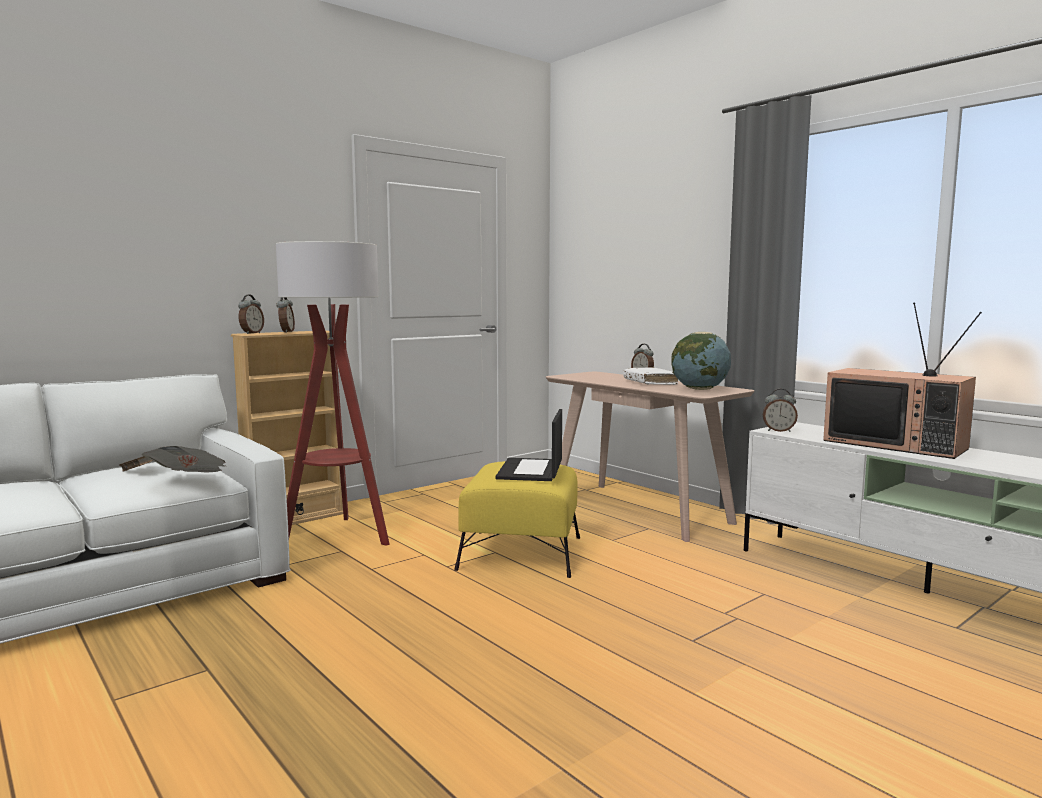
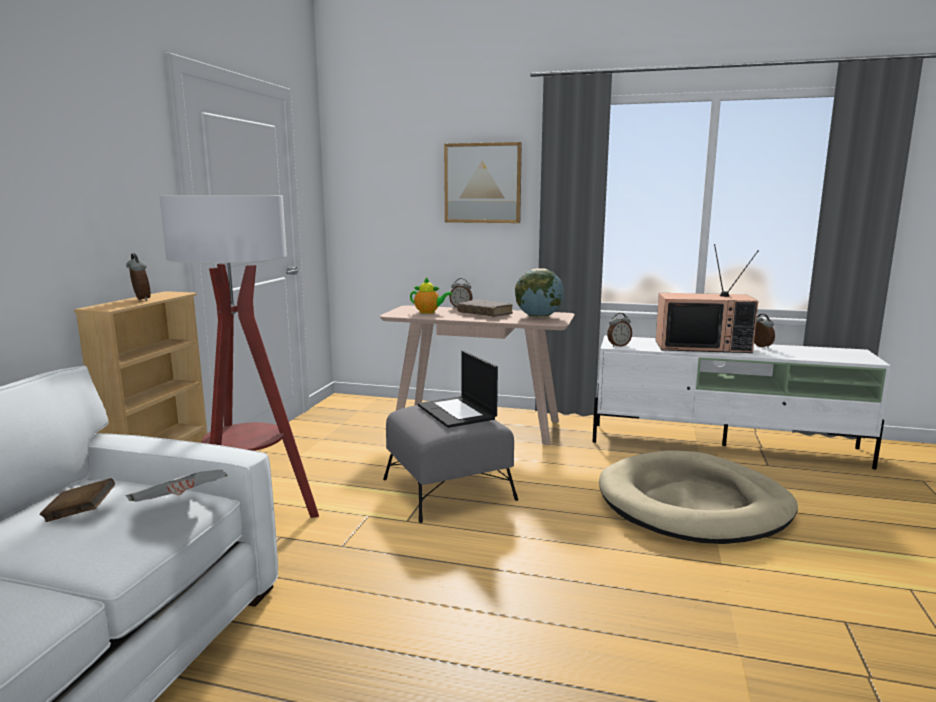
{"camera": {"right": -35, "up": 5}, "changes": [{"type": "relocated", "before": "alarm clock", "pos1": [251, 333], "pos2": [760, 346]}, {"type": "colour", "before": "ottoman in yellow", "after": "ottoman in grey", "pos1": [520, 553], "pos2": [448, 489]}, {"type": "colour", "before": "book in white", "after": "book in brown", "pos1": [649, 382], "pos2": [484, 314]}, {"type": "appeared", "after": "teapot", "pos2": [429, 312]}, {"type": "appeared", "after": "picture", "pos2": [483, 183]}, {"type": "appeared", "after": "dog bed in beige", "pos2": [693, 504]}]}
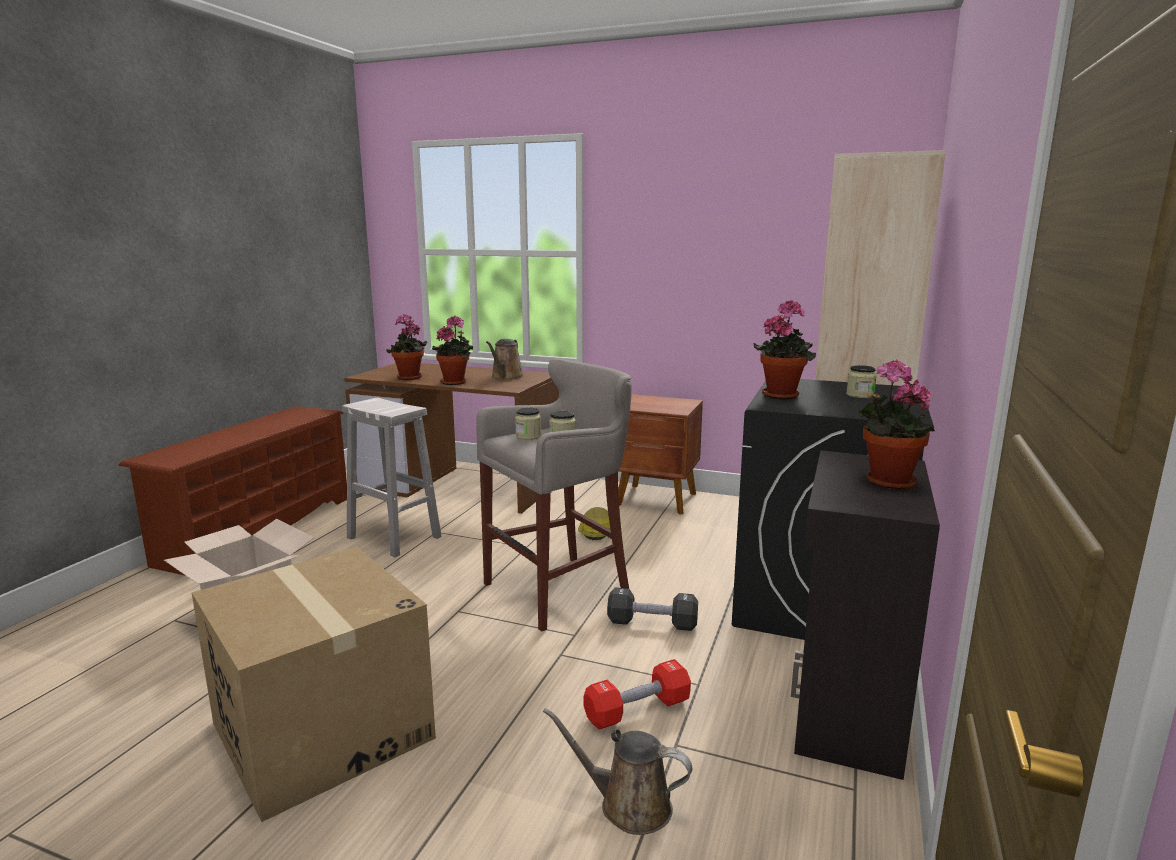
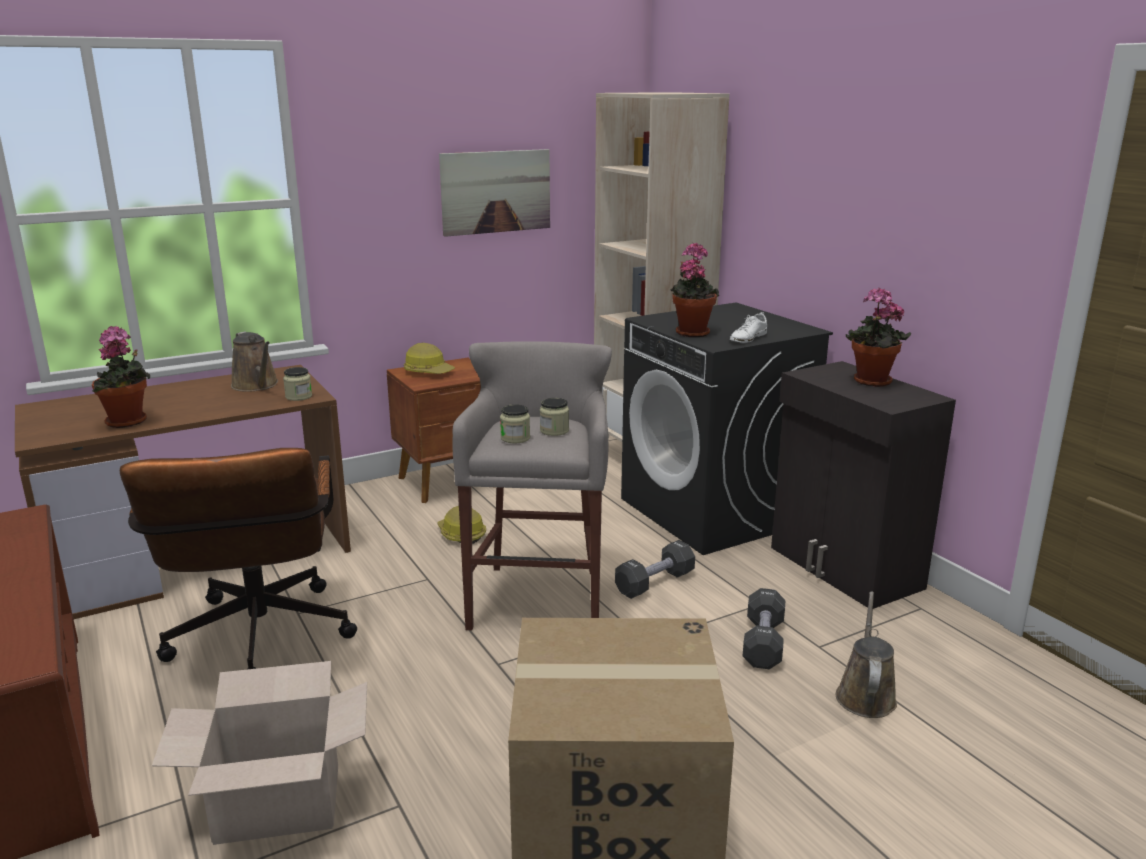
{"camera": {"right": -50, "up": 5}, "changes": [{"type": "exchanged", "before": "stool in white", "after": "office chair in brown", "pos1": [393, 537], "pos2": [259, 644]}, {"type": "missing", "before": "potted plant", "pos1": [455, 382]}, {"type": "spun", "before": "watering can in brown", "pos1": [628, 805], "pos2": [865, 695], "turn": 135}, {"type": "colour", "before": "dumbbell in red", "after": "dumbbell in black", "pos1": [637, 710], "pos2": [763, 643]}, {"type": "relocated", "before": "jar", "pos1": [860, 395], "pos2": [298, 396]}, {"type": "appeared", "after": "hard hat", "pos2": [428, 372]}, {"type": "appeared", "after": "picture", "pos2": [496, 192]}, {"type": "appeared", "after": "shoe in white", "pos2": [748, 338]}]}
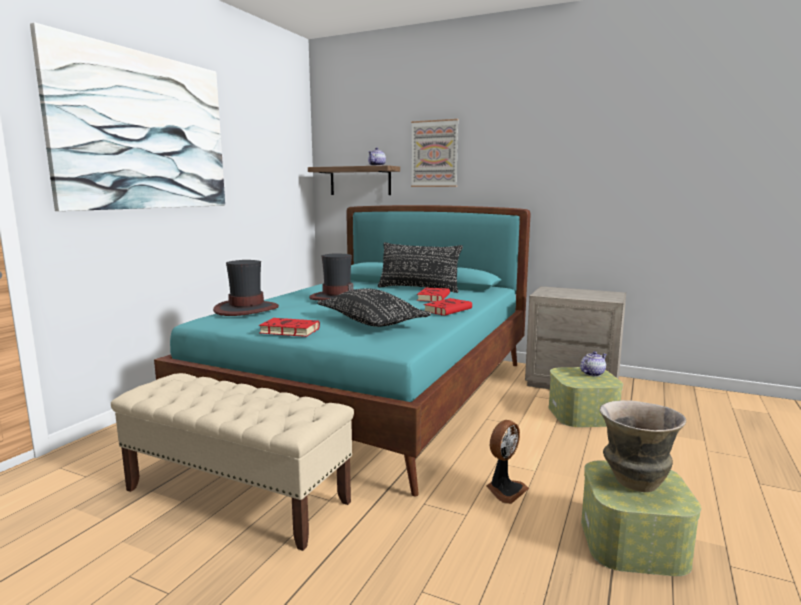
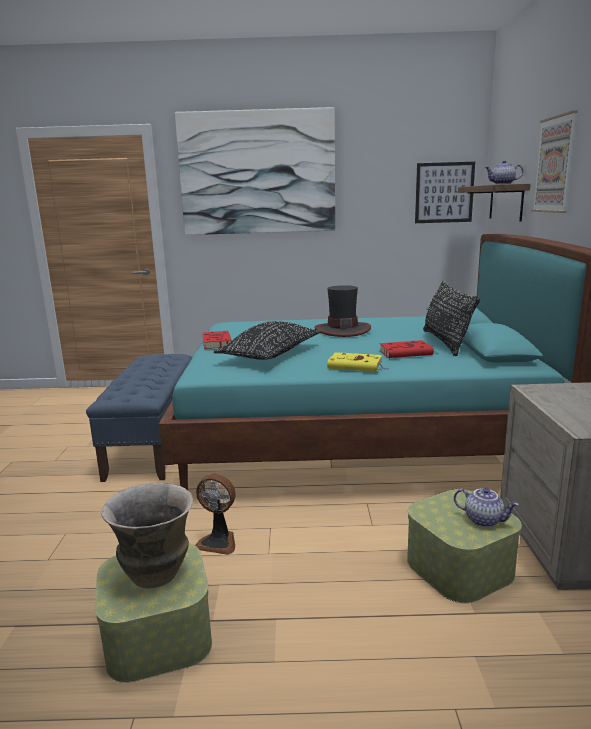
{"camera": {"right": 65, "up": 5}, "changes": [{"type": "colour", "before": "bench in beige", "after": "bench in blue", "pos1": [237, 496], "pos2": [153, 443]}, {"type": "missing", "before": "hat", "pos1": [246, 309]}, {"type": "colour", "before": "book in red", "after": "book in yellow", "pos1": [448, 310], "pos2": [356, 366]}, {"type": "appeared", "after": "picture", "pos2": [444, 192]}]}
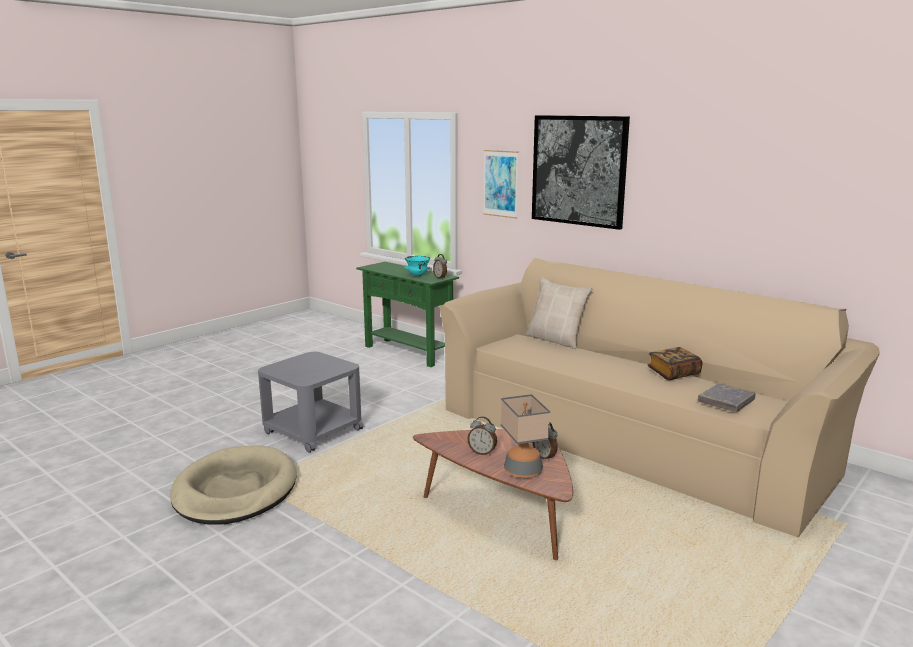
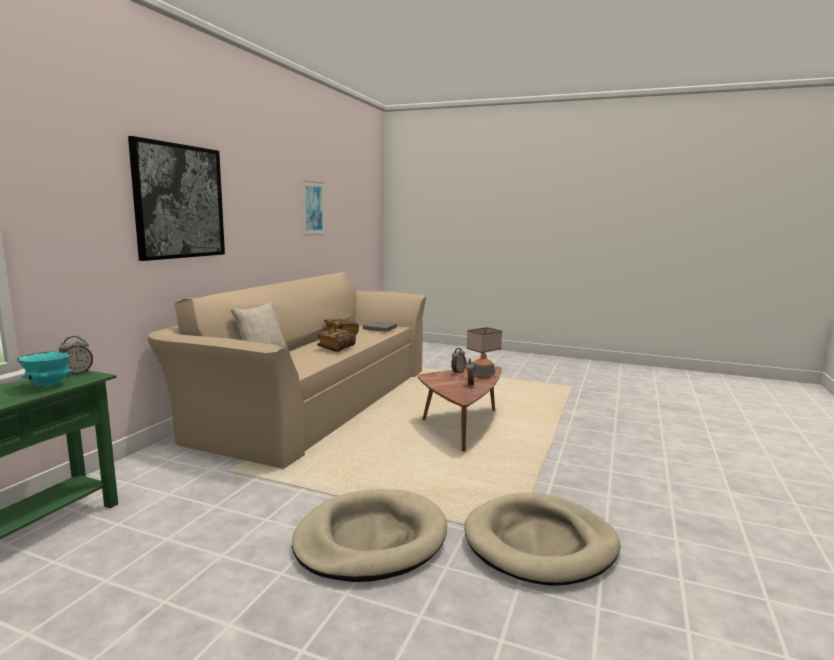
{"camera": {"right": -110, "up": -5}, "changes": [{"type": "exchanged", "before": "side table in grey", "after": "dog bed in beige", "pos1": [312, 430], "pos2": [370, 540]}, {"type": "relocated", "before": "picture", "pos1": [500, 183], "pos2": [313, 208]}, {"type": "appeared", "after": "book", "pos2": [336, 347]}]}
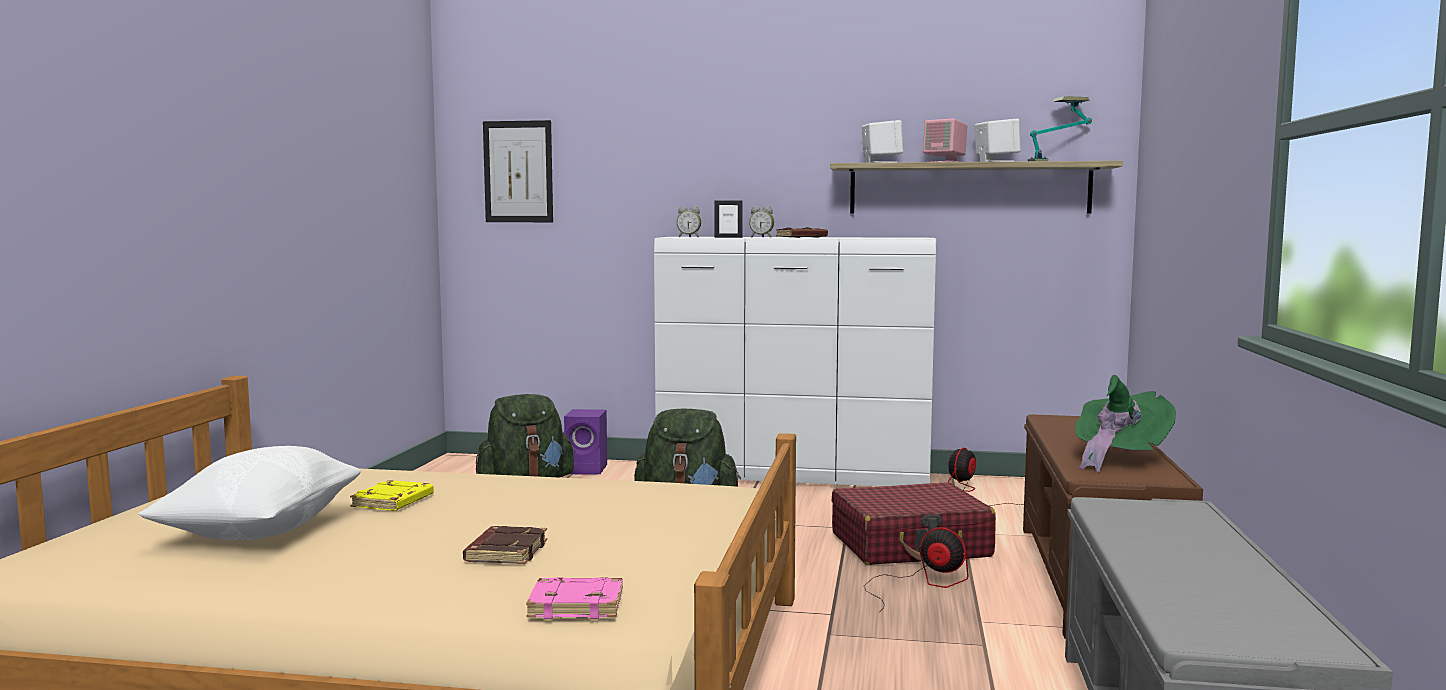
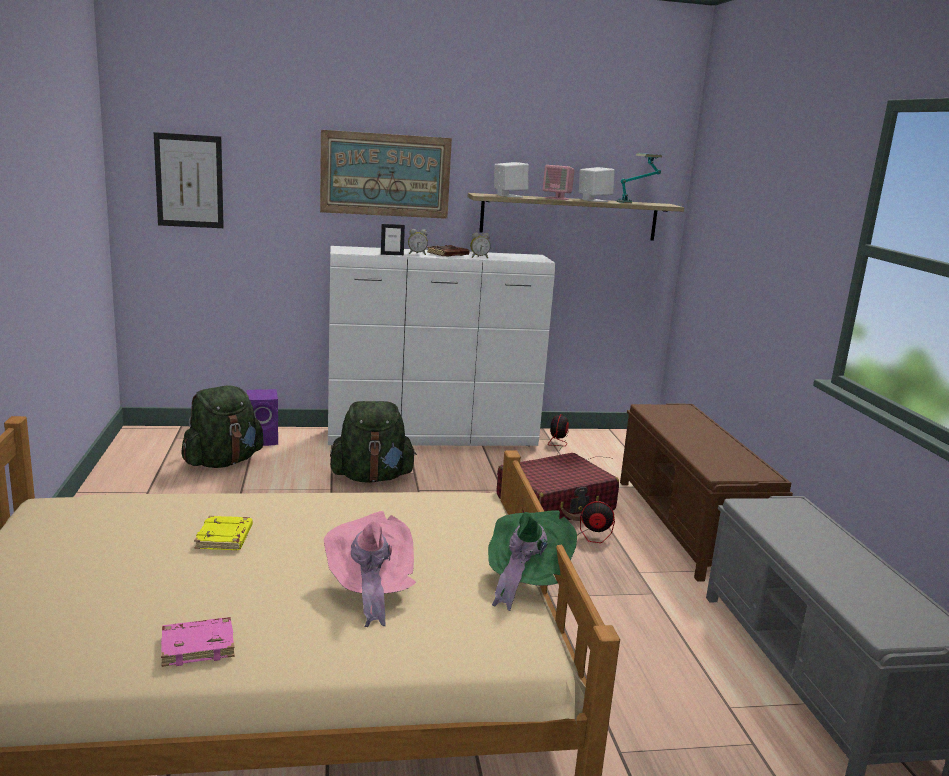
{"camera": {"right": -20, "up": 10}, "changes": [{"type": "missing", "before": "pillow in white", "pos1": [260, 531]}, {"type": "exchanged", "before": "book in brown", "after": "hat in pink", "pos1": [505, 552], "pos2": [370, 590]}, {"type": "relocated", "before": "book in pink", "pos1": [577, 605], "pos2": [198, 646]}, {"type": "relocated", "before": "alarm clock", "pos1": [689, 237], "pos2": [479, 257]}, {"type": "relocated", "before": "hat in green", "pos1": [1117, 459], "pos2": [524, 579]}, {"type": "appeared", "after": "picture", "pos2": [385, 175]}]}
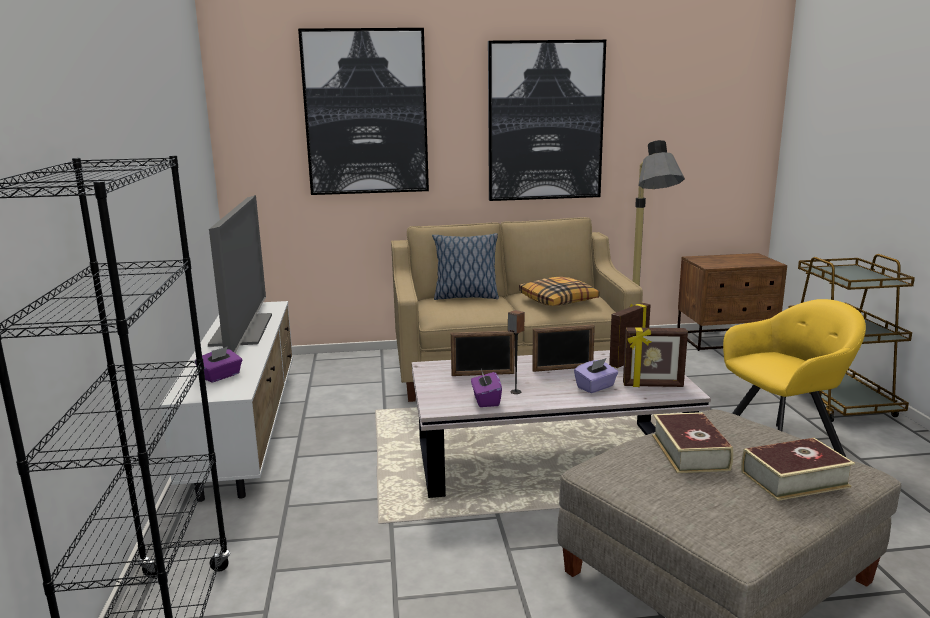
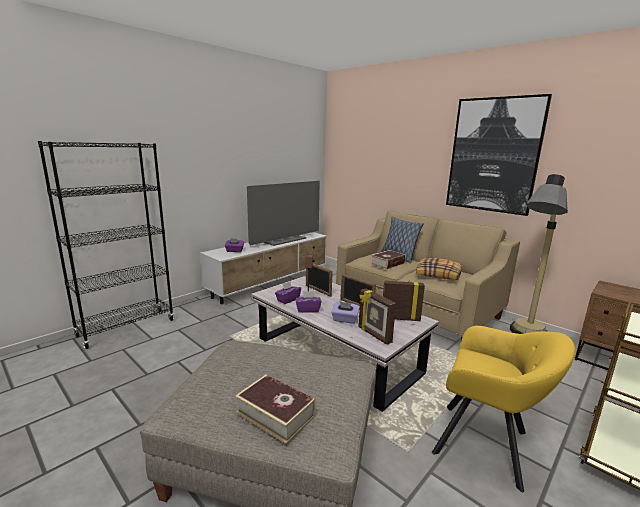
{"camera": {"right": 50, "up": 0}, "changes": [{"type": "missing", "before": "picture", "pos1": [366, 113]}, {"type": "relocated", "before": "book", "pos1": [689, 452], "pos2": [387, 263]}, {"type": "appeared", "after": "tissue box in purple", "pos2": [308, 310]}]}
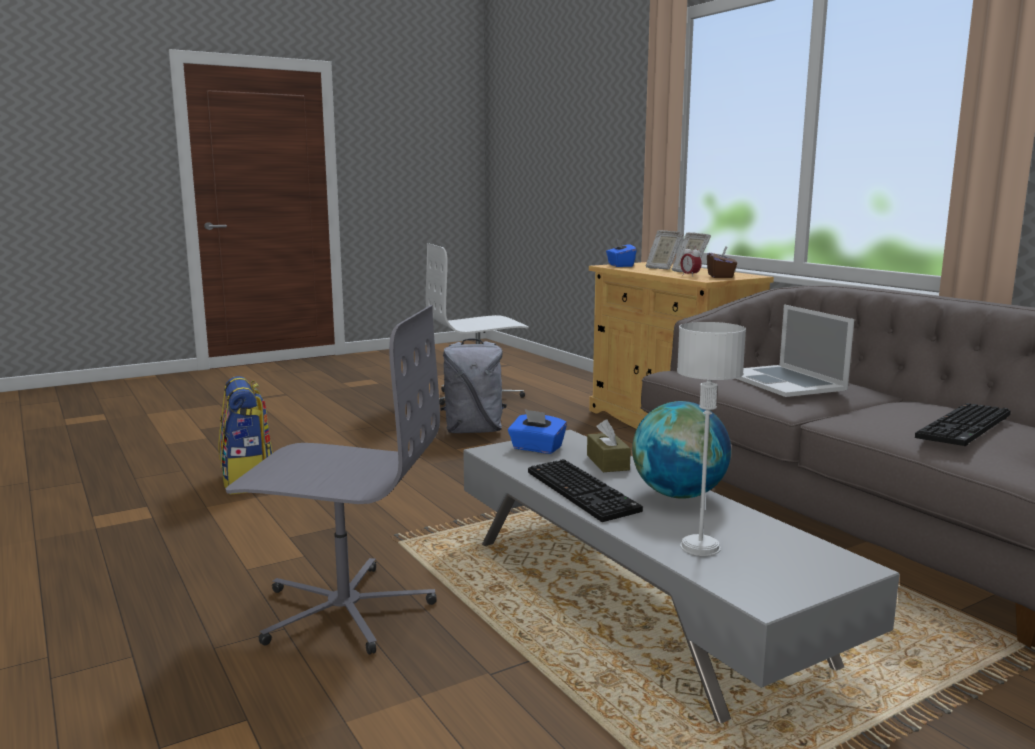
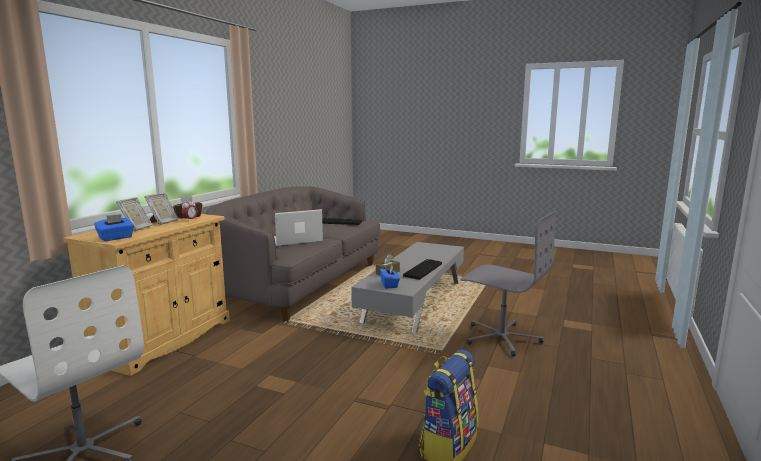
{"camera": {"right": -125, "up": 0}, "changes": [{"type": "spun", "before": "office chair in grey", "pos1": [344, 609], "pos2": [501, 338], "turn": 150}, {"type": "missing", "before": "backpack in grey", "pos1": [474, 430]}, {"type": "missing", "before": "globe", "pos1": [679, 495]}, {"type": "missing", "before": "table lamp in grey", "pos1": [700, 547]}, {"type": "spun", "before": "laptop", "pos1": [784, 381], "pos2": [295, 239], "turn": -150}]}
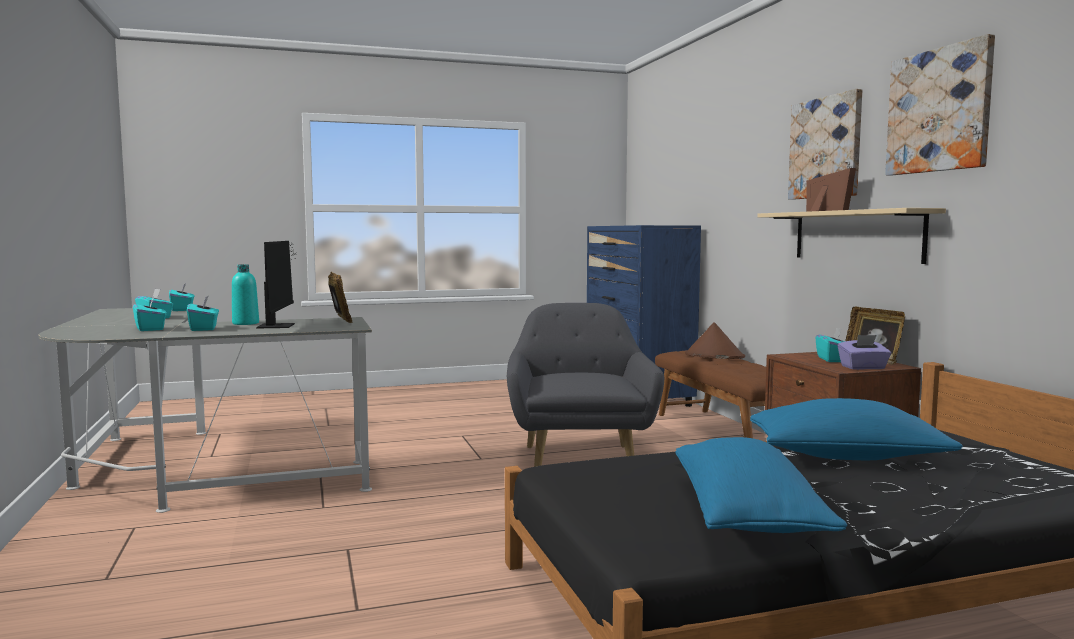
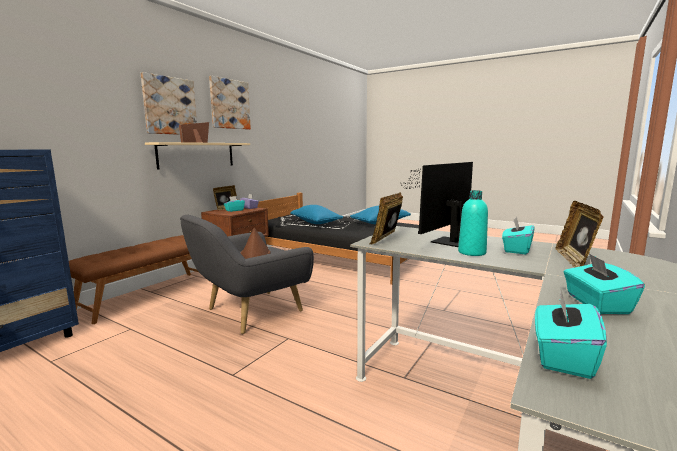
{"camera": {"right": -130, "up": 5}, "changes": [{"type": "exchanged", "before": "tissue box in turquoise", "after": "picture frame", "pos1": [150, 329], "pos2": [574, 260]}, {"type": "relocated", "before": "hat in brown", "pos1": [714, 356], "pos2": [255, 254]}]}
